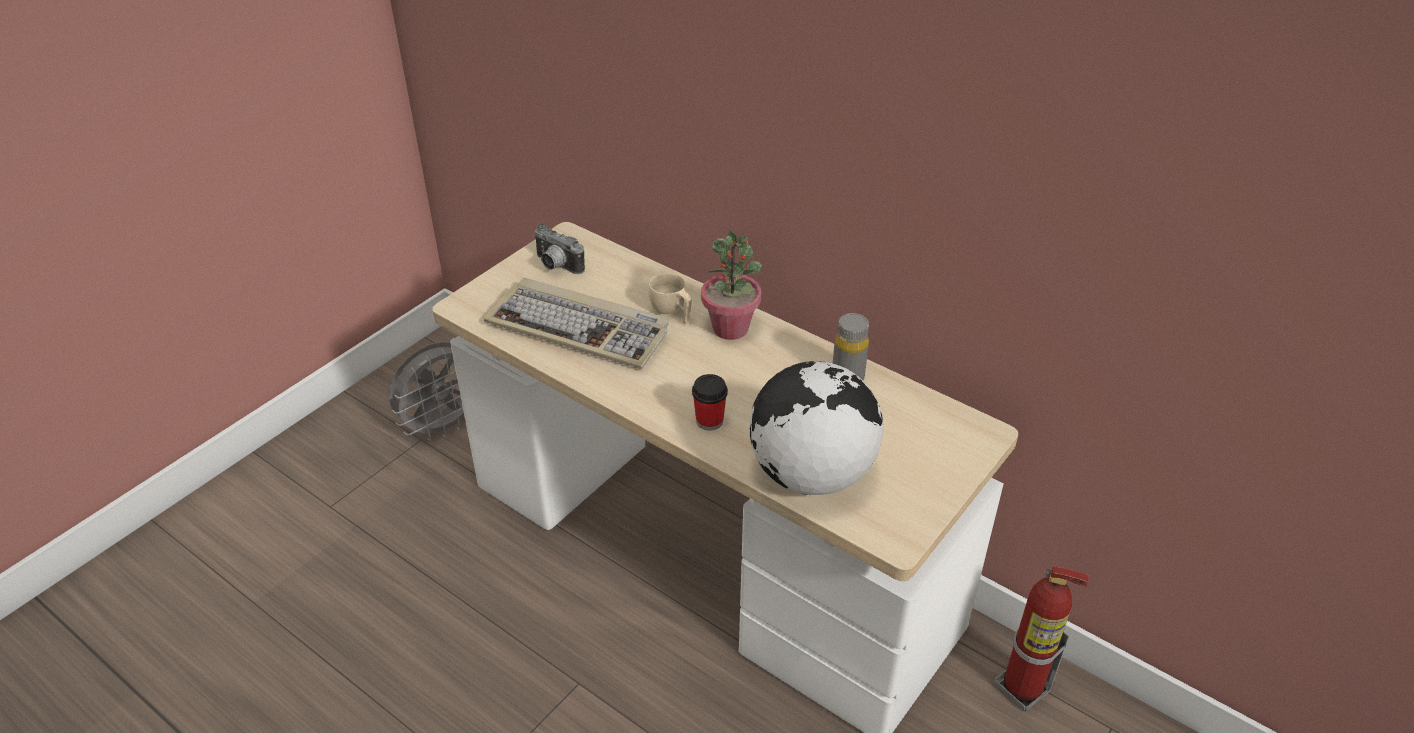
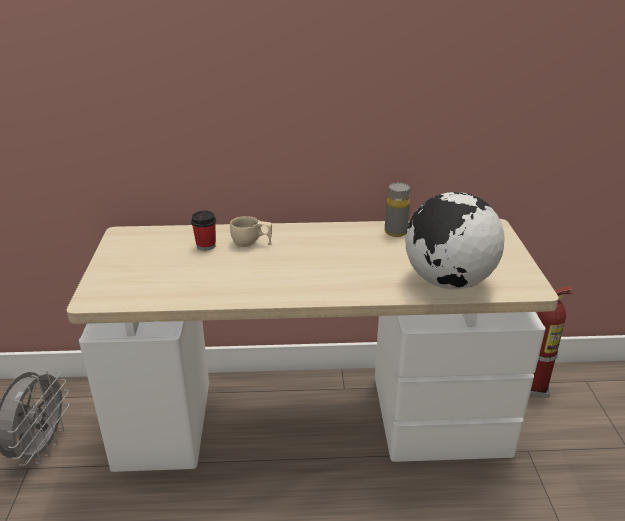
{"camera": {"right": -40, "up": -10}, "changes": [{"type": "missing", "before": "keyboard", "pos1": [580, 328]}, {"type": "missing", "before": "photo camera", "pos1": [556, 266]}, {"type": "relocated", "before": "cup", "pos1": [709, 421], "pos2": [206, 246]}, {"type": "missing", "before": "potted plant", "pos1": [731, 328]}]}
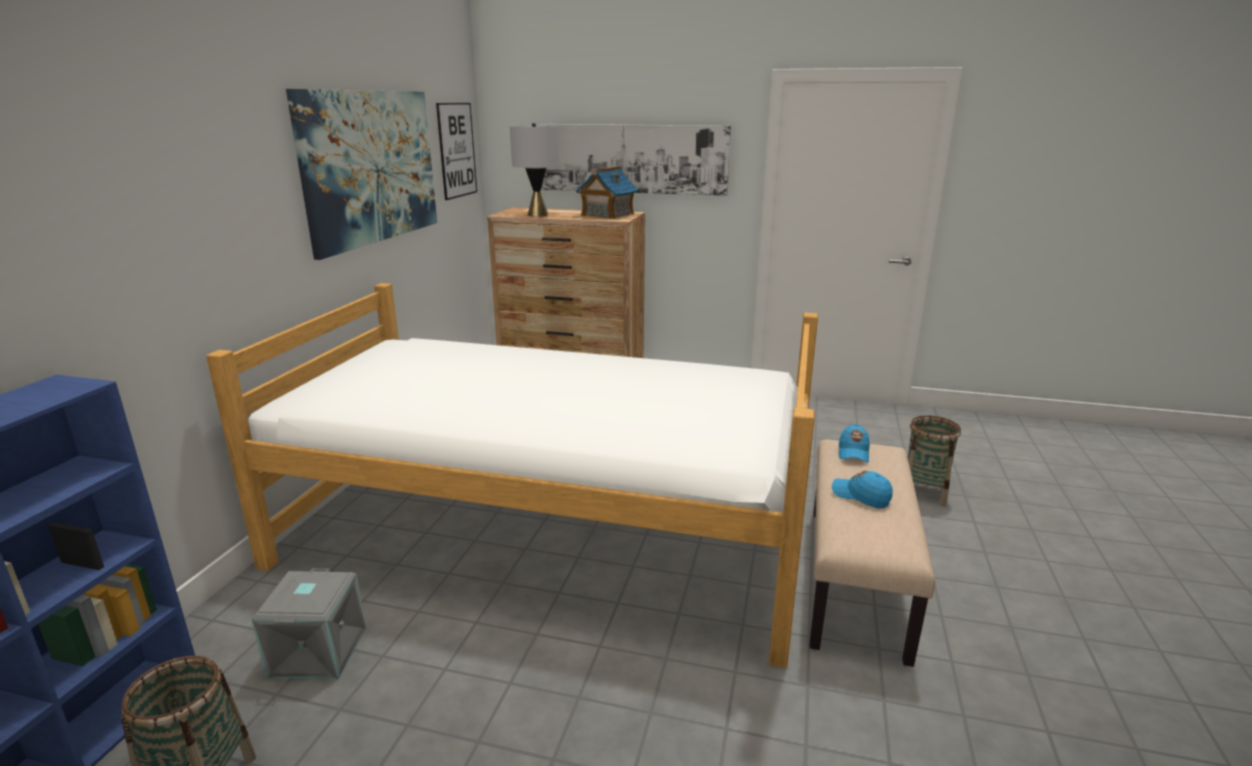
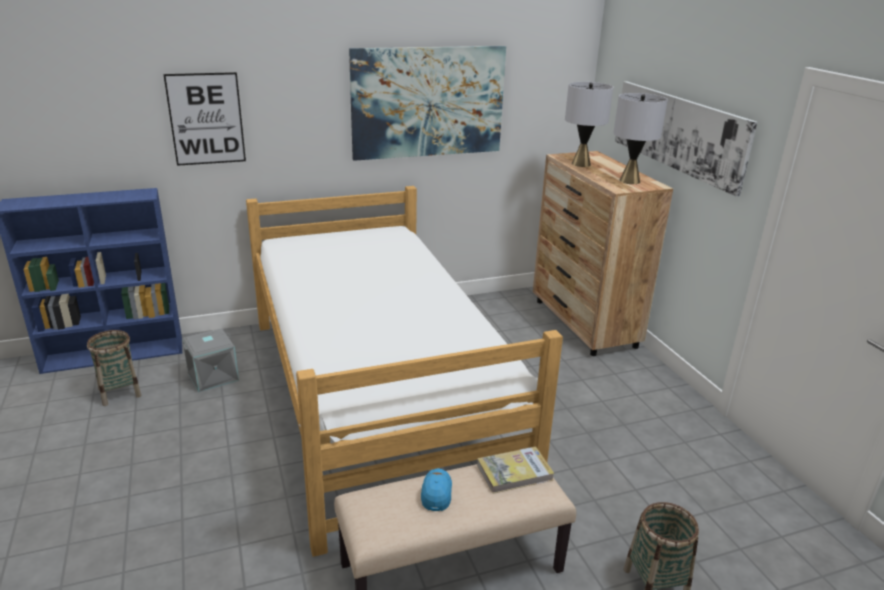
{"camera": {"right": 55, "up": 5}, "changes": [{"type": "relocated", "before": "picture", "pos1": [457, 150], "pos2": [206, 119]}, {"type": "exchanged", "before": "toy house", "after": "table lamp in grey", "pos1": [607, 215], "pos2": [629, 181]}, {"type": "exchanged", "before": "cap in blue", "after": "book", "pos1": [853, 453], "pos2": [514, 472]}]}
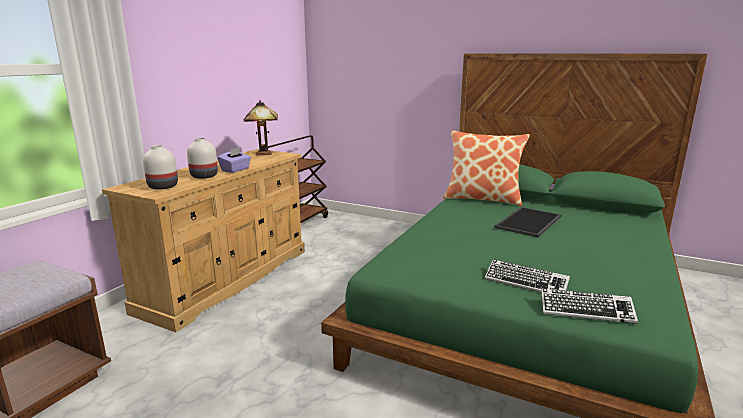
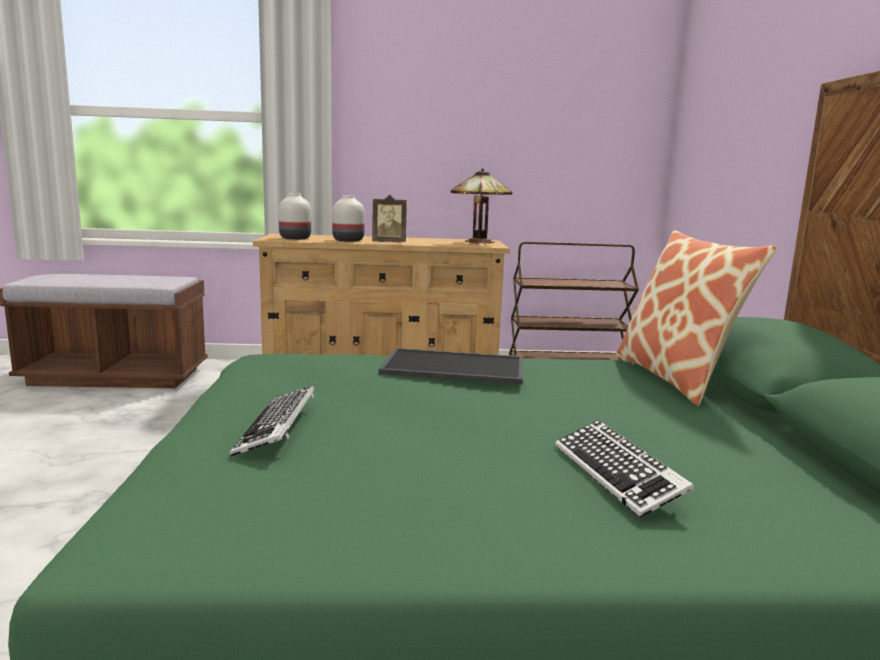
{"camera": {"right": 60, "up": -5}, "changes": [{"type": "exchanged", "before": "tissue box in purple", "after": "picture frame", "pos1": [235, 170], "pos2": [389, 243]}, {"type": "relocated", "before": "tray", "pos1": [529, 222], "pos2": [452, 367]}, {"type": "relocated", "before": "keyboard", "pos1": [586, 311], "pos2": [617, 475]}]}
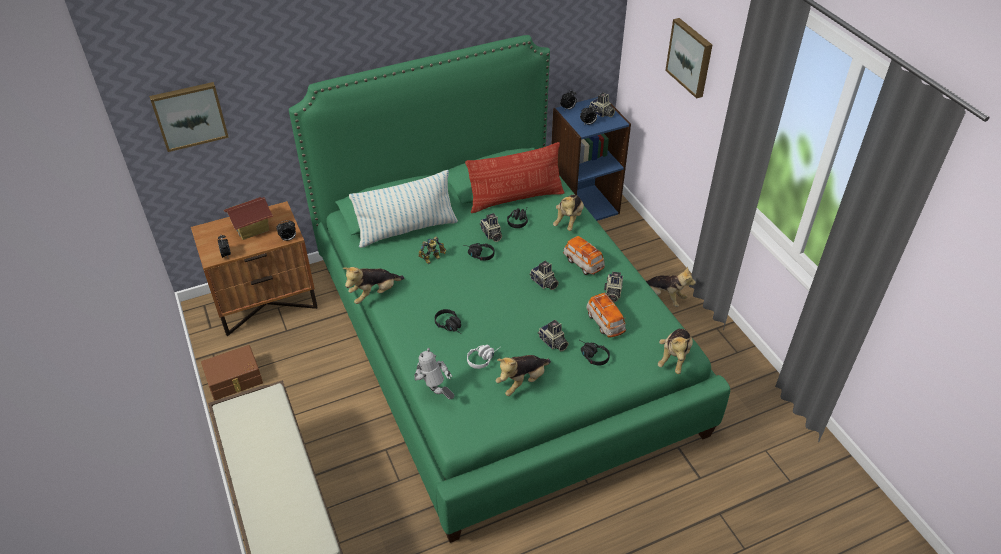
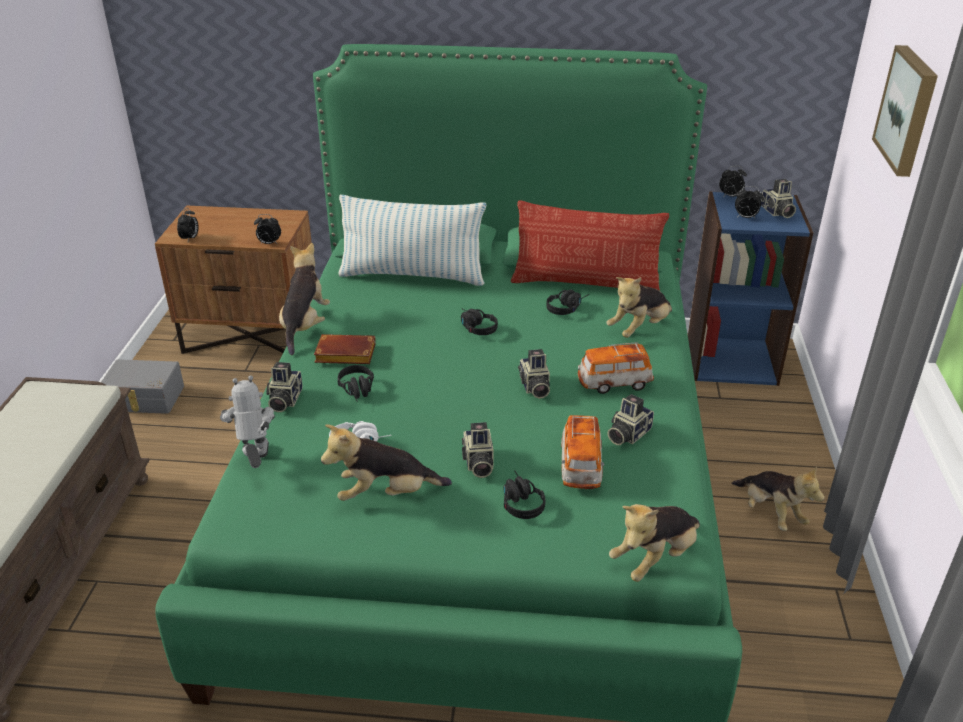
{"camera": {"right": 30, "up": -10}, "changes": [{"type": "missing", "before": "picture", "pos1": [189, 115]}, {"type": "colour", "before": "storage box in brown", "after": "storage box in grey", "pos1": [235, 380], "pos2": [144, 399]}, {"type": "missing", "before": "toy house", "pos1": [252, 229]}, {"type": "spun", "before": "plush toy", "pos1": [374, 294], "pos2": [305, 326], "turn": 105}, {"type": "missing", "before": "toy robot", "pos1": [433, 259]}, {"type": "relocated", "before": "photo camera", "pos1": [491, 234], "pos2": [284, 400]}, {"type": "spun", "before": "toy car", "pos1": [583, 263], "pos2": [614, 383], "turn": -90}, {"type": "appeared", "after": "book in brown", "pos2": [343, 355]}]}
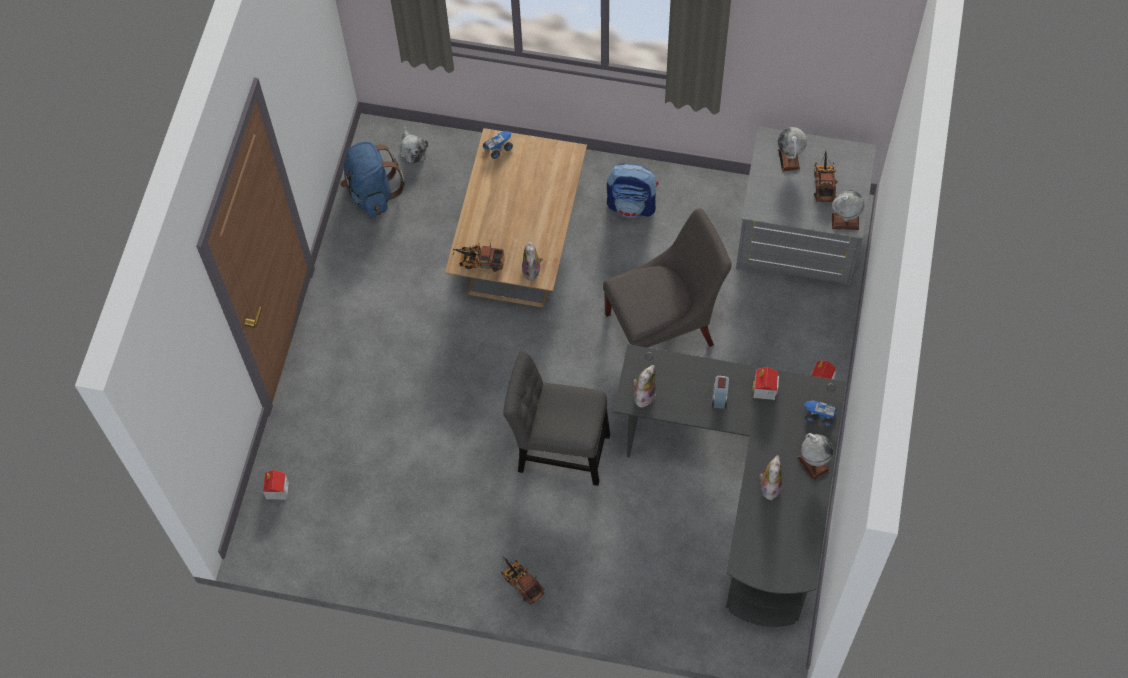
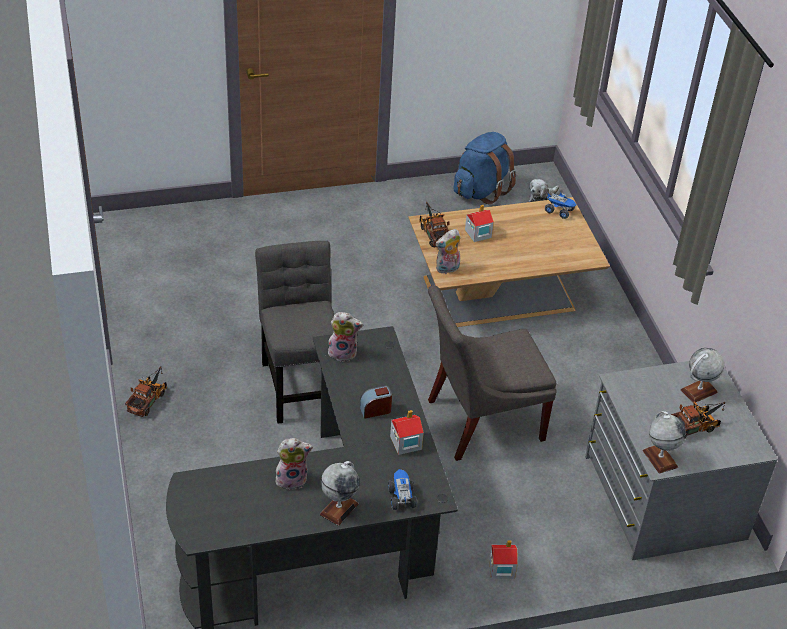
{"camera": {"right": 60, "up": -20}, "changes": [{"type": "relocated", "before": "toy house", "pos1": [277, 490], "pos2": [477, 234]}, {"type": "spun", "before": "chair in grey", "pos1": [664, 327], "pos2": [480, 421], "turn": 120}, {"type": "missing", "before": "backpack", "pos1": [632, 205]}]}
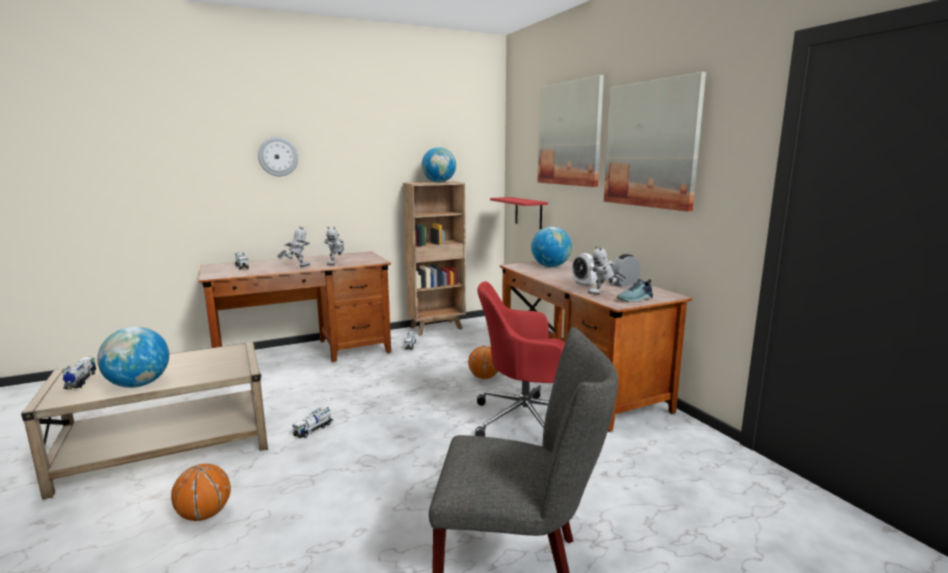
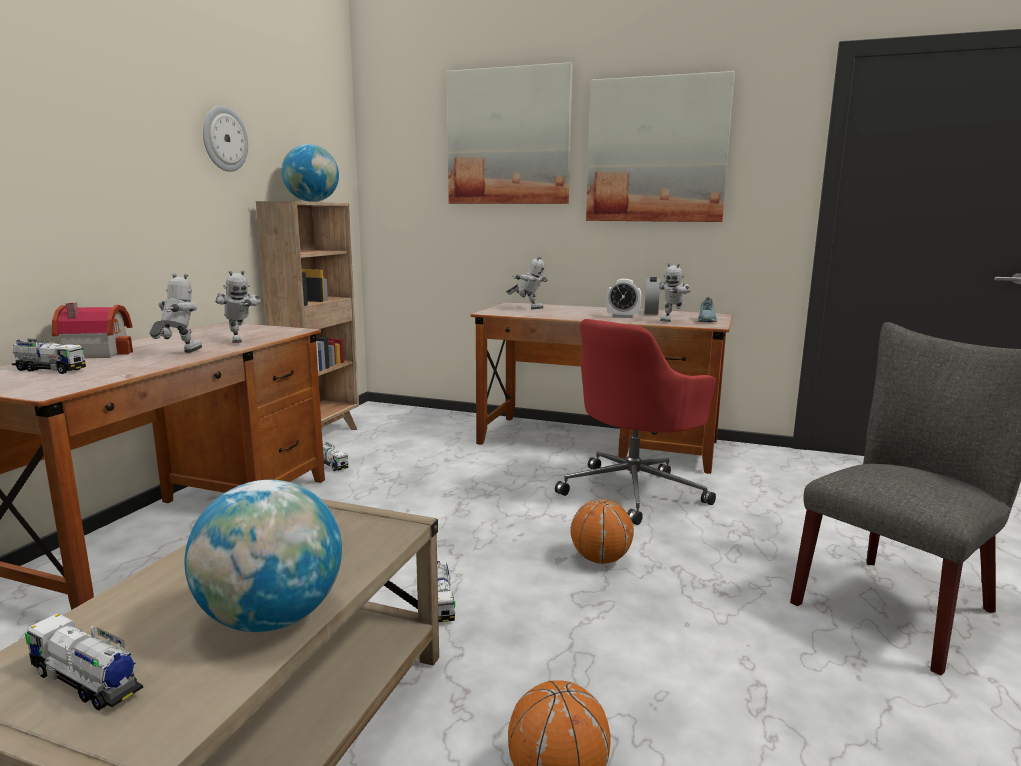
{"camera": {"right": -45, "up": 0}, "changes": [{"type": "relocated", "before": "wall clock", "pos1": [278, 157], "pos2": [224, 139]}, {"type": "relocated", "before": "basketball", "pos1": [484, 377], "pos2": [600, 559]}, {"type": "missing", "before": "shelf in red", "pos1": [528, 212]}, {"type": "exchanged", "before": "globe", "after": "toy robot", "pos1": [550, 266], "pos2": [528, 308]}, {"type": "appeared", "after": "toy house", "pos2": [97, 353]}]}
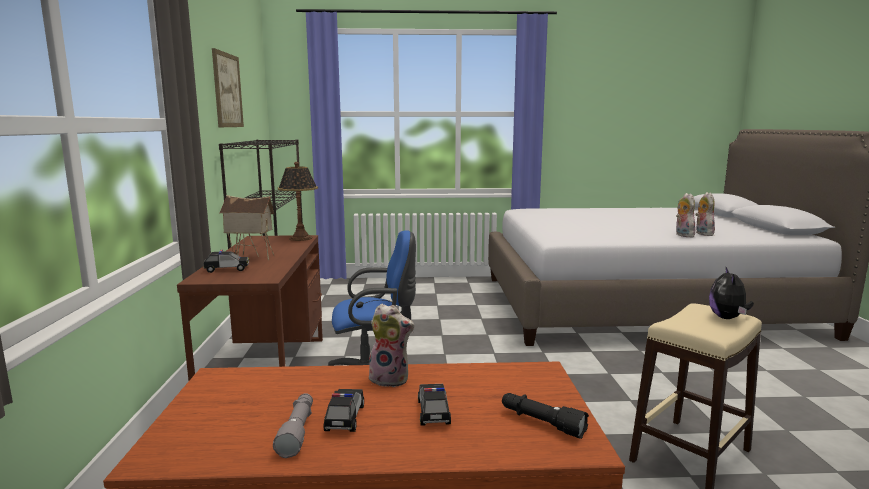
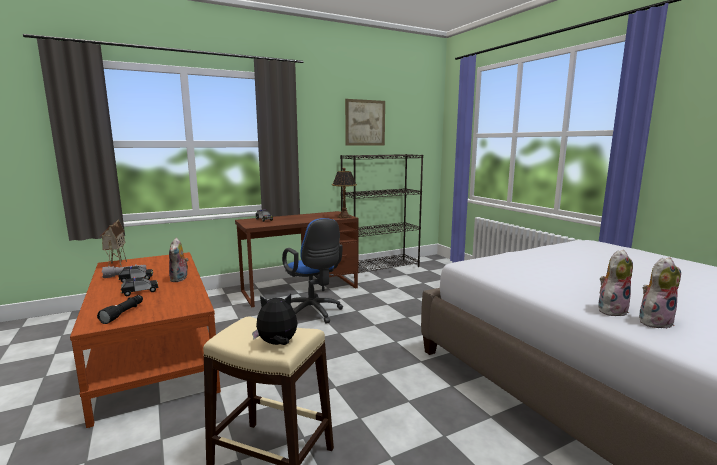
{"camera": {"right": 65, "up": 0}, "changes": [{"type": "relocated", "before": "toy house", "pos1": [250, 258], "pos2": [116, 265]}]}
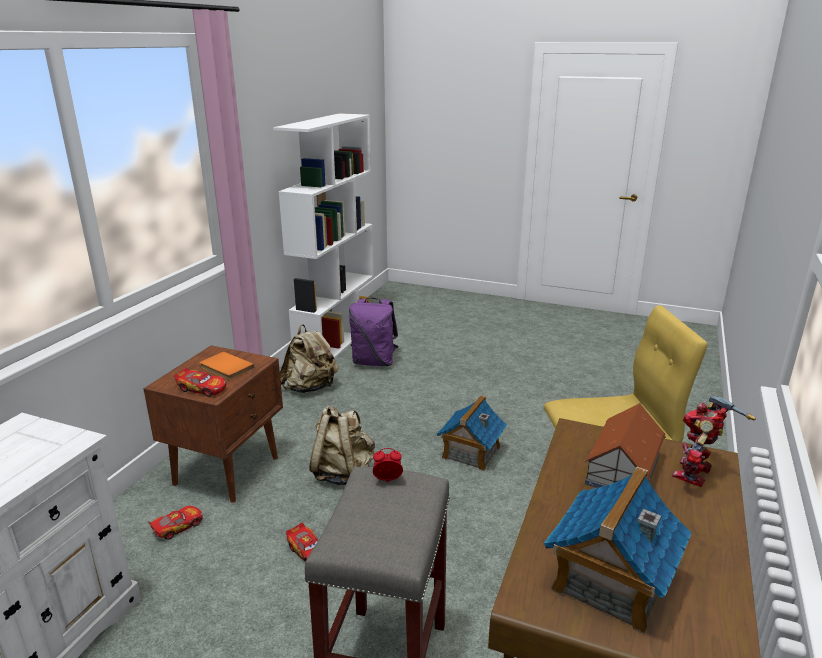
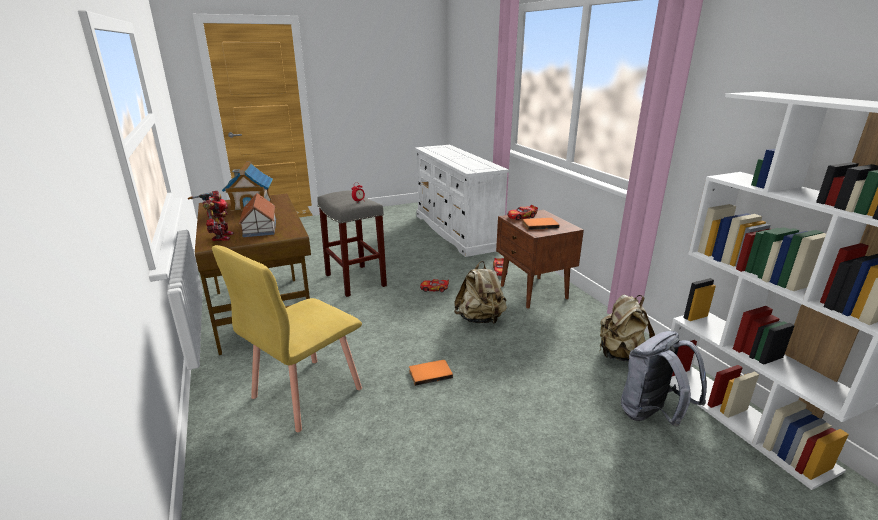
{"camera": {"right": 135, "up": 0}, "changes": [{"type": "colour", "before": "backpack in purple", "after": "backpack in grey", "pos1": [374, 362], "pos2": [652, 415]}, {"type": "exchanged", "before": "toy house", "after": "book in orange", "pos1": [470, 452], "pos2": [430, 373]}]}
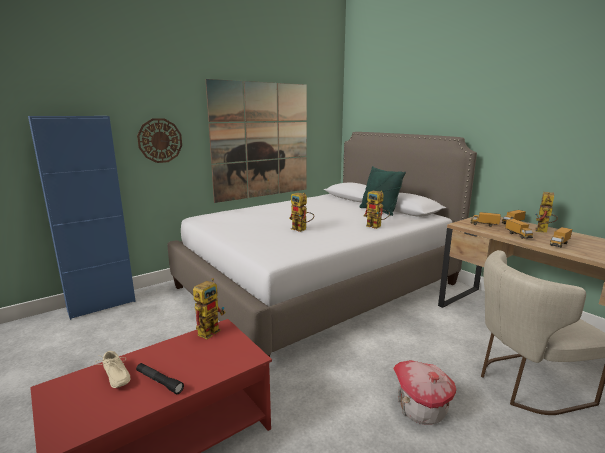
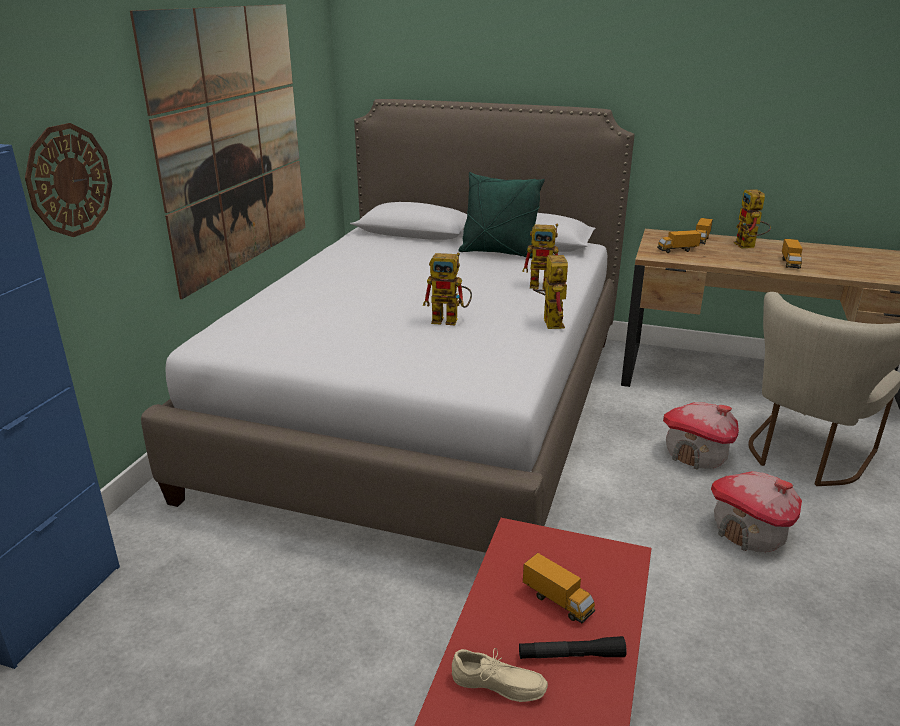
{"camera": {"right": -35, "up": 10}, "changes": [{"type": "relocated", "before": "toy robot", "pos1": [211, 330], "pos2": [549, 321]}, {"type": "relocated", "before": "toy truck", "pos1": [518, 235], "pos2": [557, 602]}, {"type": "appeared", "after": "toy house", "pos2": [696, 455]}]}
